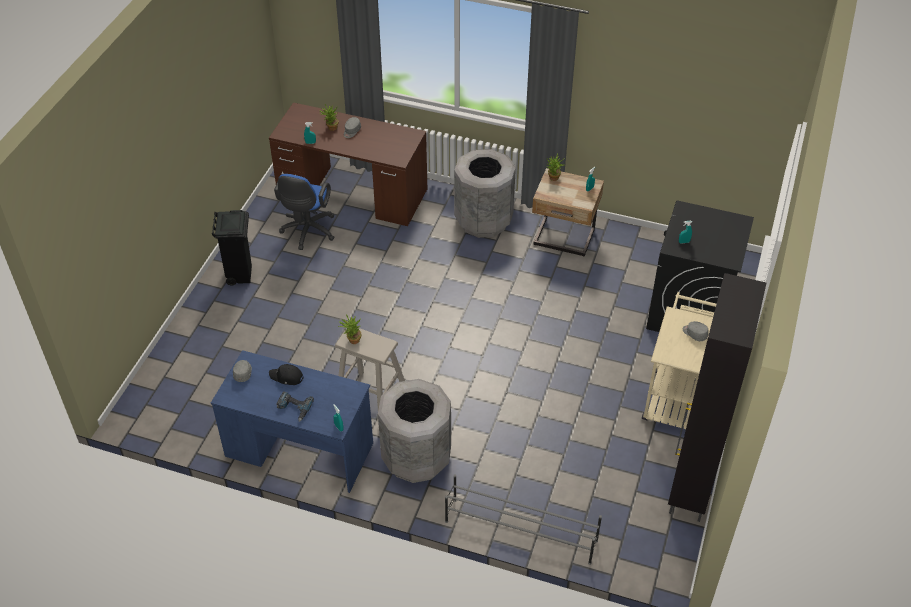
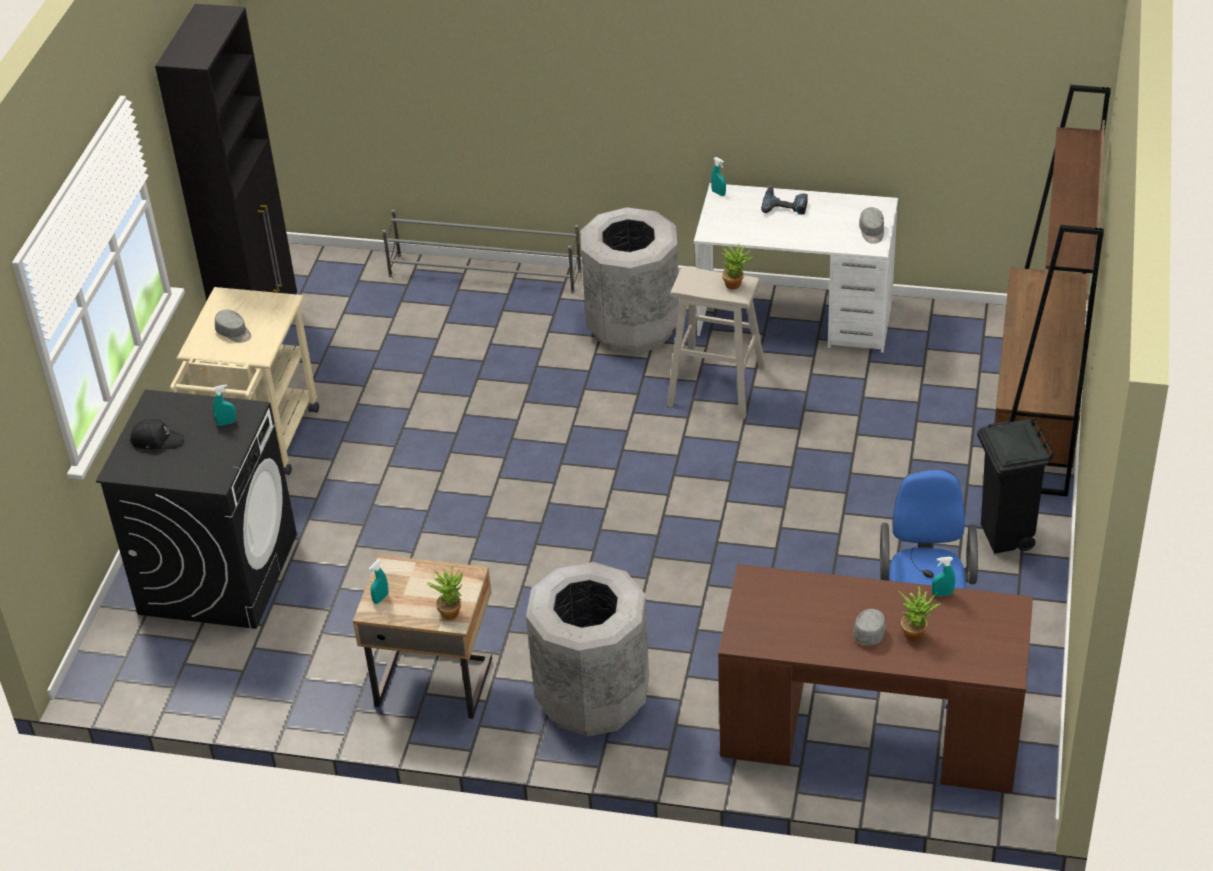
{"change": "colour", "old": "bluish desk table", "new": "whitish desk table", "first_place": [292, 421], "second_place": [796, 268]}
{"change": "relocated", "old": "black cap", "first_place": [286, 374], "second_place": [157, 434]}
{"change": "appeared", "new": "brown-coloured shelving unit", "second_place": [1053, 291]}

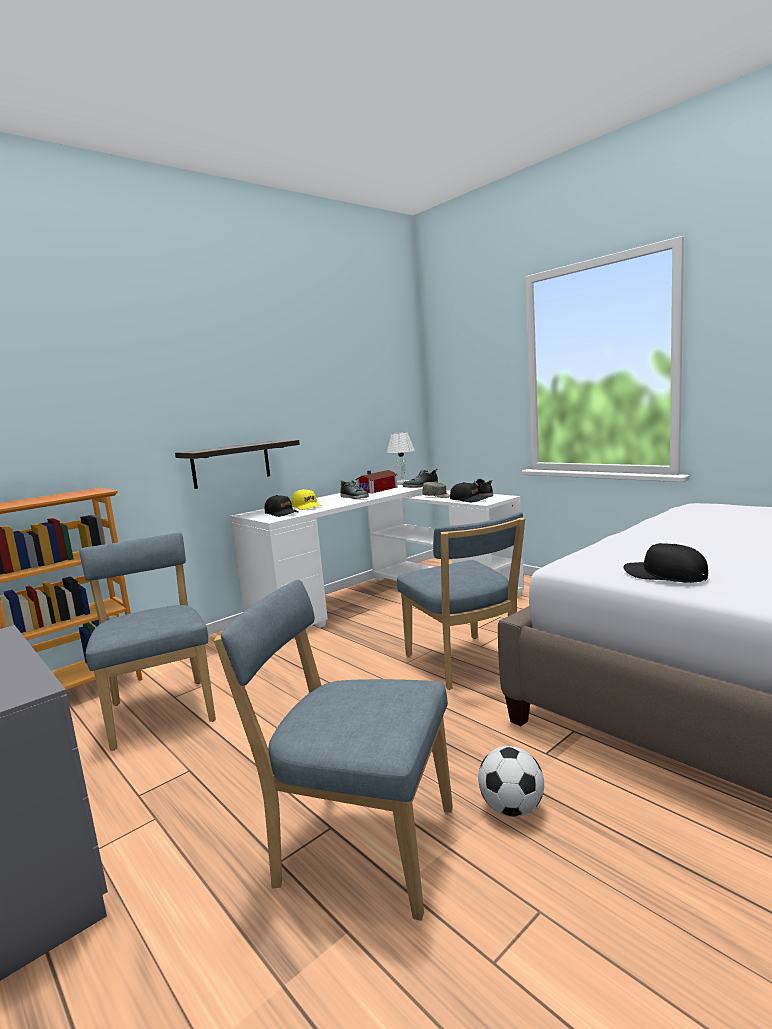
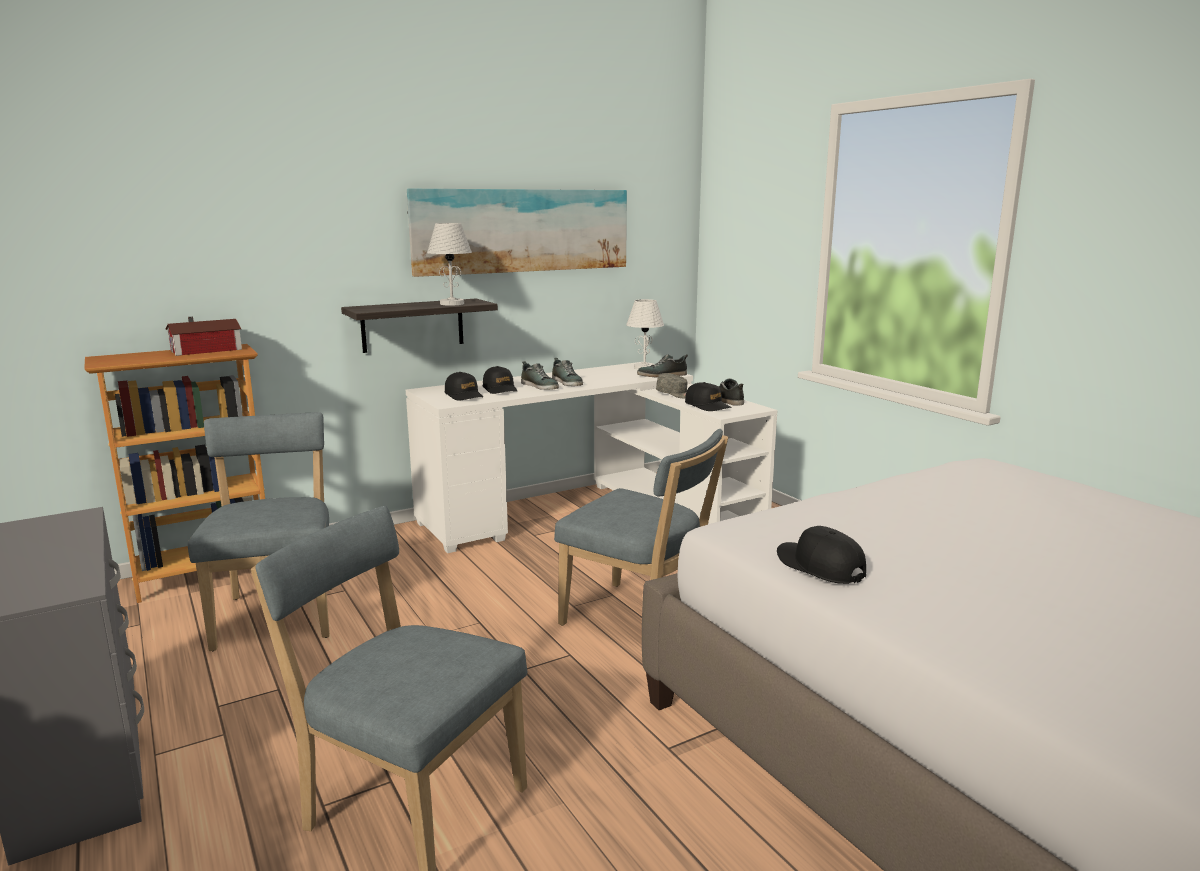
{"change": "colour", "old": "yellowish cap", "new": "black cap", "first_place": [306, 499], "second_place": [500, 380]}
{"change": "relocated", "old": "model house", "first_place": [376, 481], "second_place": [204, 336]}
{"change": "spun", "old": "bluish plain chair", "first_place": [461, 601], "second_place": [641, 527], "degrees": -45}
{"change": "missing", "old": "football", "first_place": [511, 781]}
{"change": "appeared", "new": "wall art", "second_place": [517, 233]}
{"change": "appeared", "new": "whitish lamp for a table", "second_place": [449, 264]}
{"change": "appeared", "new": "low shoe", "second_place": [540, 375]}

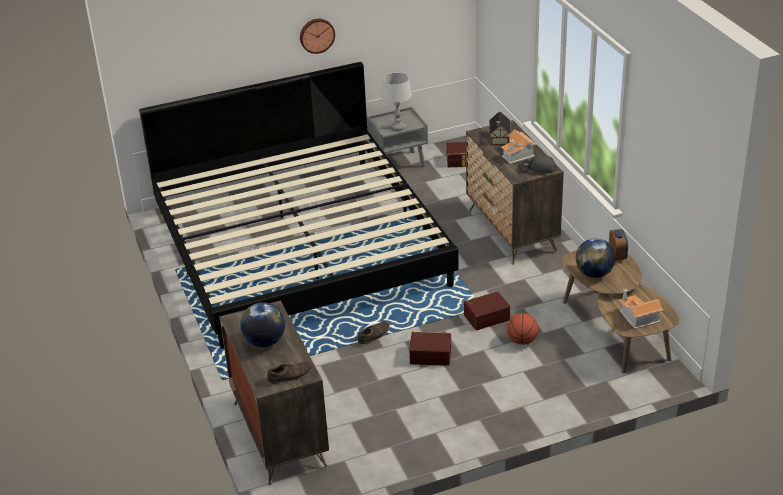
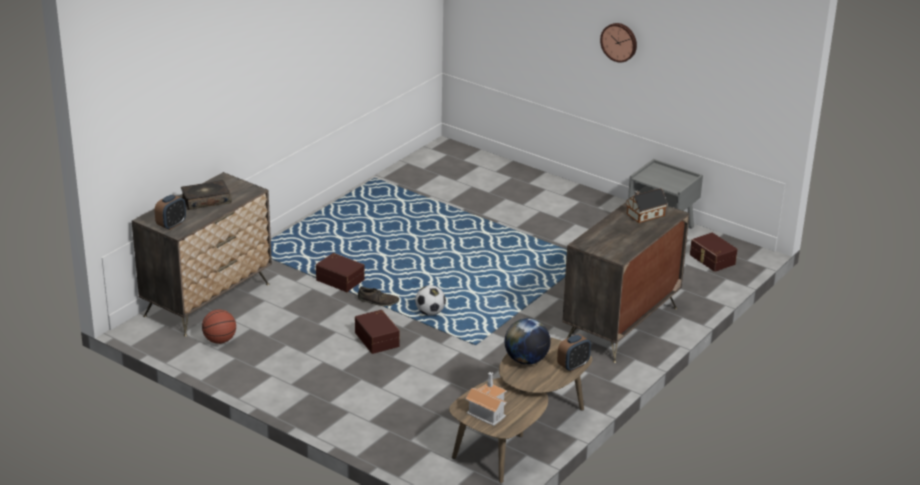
{"change": "missing", "old": "bed", "first_place": [299, 205]}
{"change": "exchanged", "old": "desk globe", "new": "book", "first_place": [262, 324], "second_place": [206, 195]}
{"change": "exchanged", "old": "brown-coloured low shoe", "new": "table clock", "first_place": [290, 372], "second_place": [170, 212]}
{"change": "missing", "old": "gray lamp for a table", "first_place": [396, 102]}
{"change": "relocated", "old": "brown-coloured storage box", "first_place": [487, 311], "second_place": [340, 272]}
{"change": "missing", "old": "model house", "first_place": [519, 147]}
{"change": "relocated", "old": "ball for basketball", "first_place": [523, 329], "second_place": [219, 327]}
{"change": "missing", "old": "gray cap", "first_place": [538, 163]}
{"change": "appeared", "new": "football", "second_place": [430, 300]}

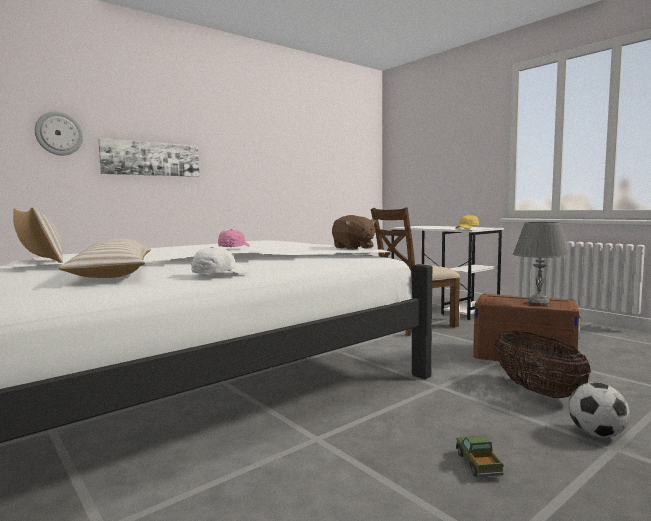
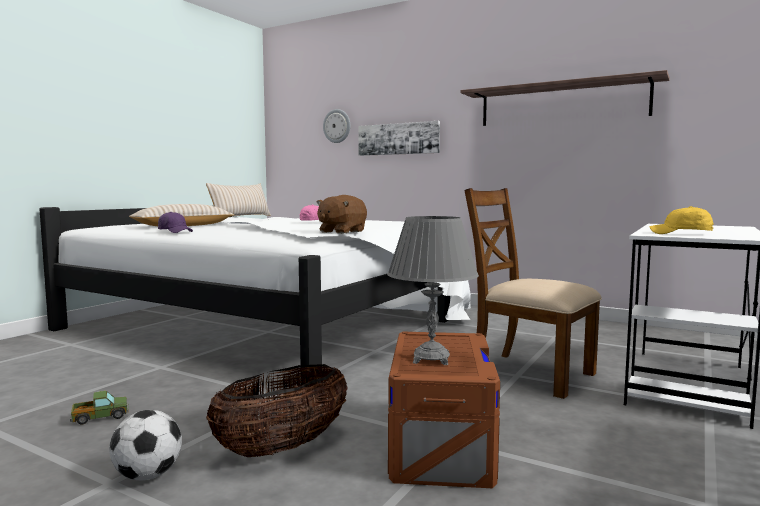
{"change": "colour", "old": "whitish cap", "new": "purple-coloured cap", "first_place": [220, 260], "second_place": [175, 222]}
{"change": "appeared", "new": "bracket shelf", "second_place": [565, 98]}

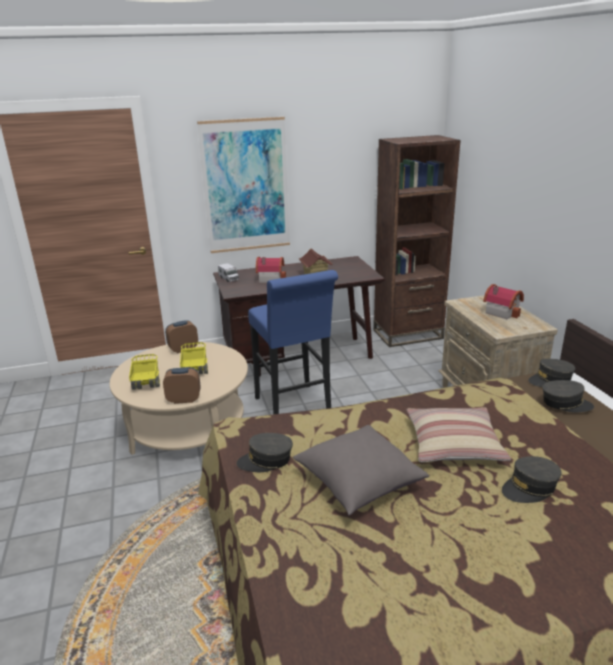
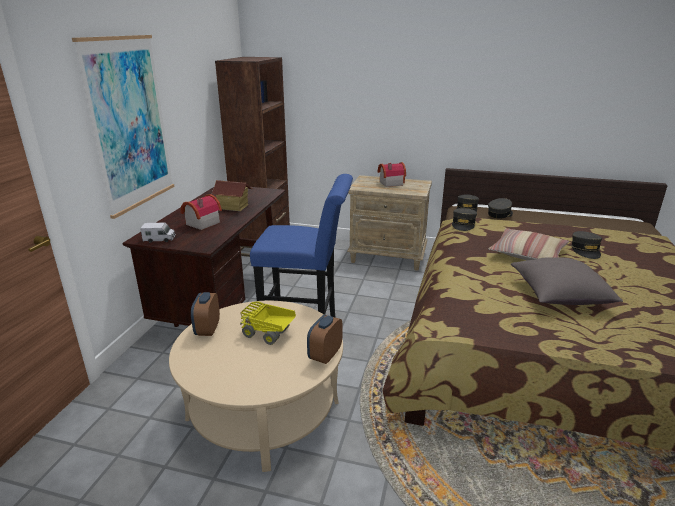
{"change": "missing", "old": "toy truck", "first_place": [144, 372]}
{"change": "relocated", "old": "gray cap", "first_place": [265, 452], "second_place": [464, 219]}

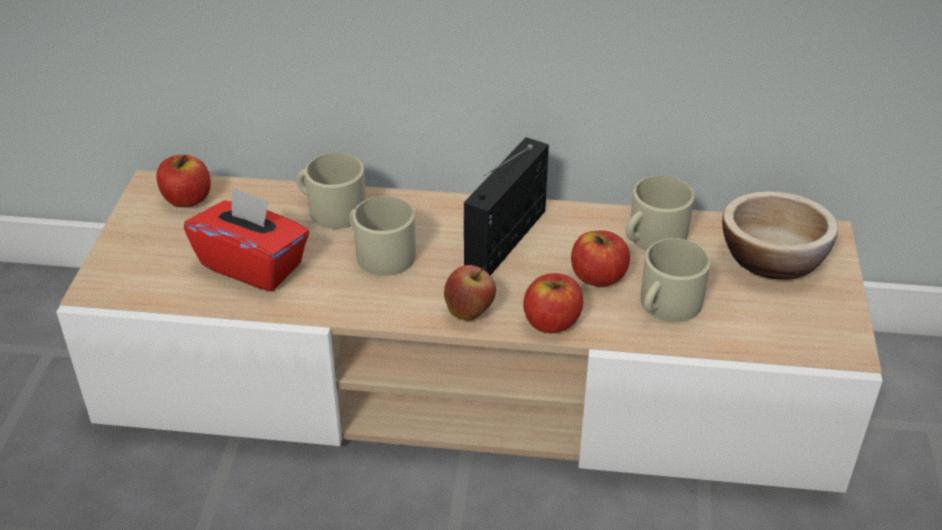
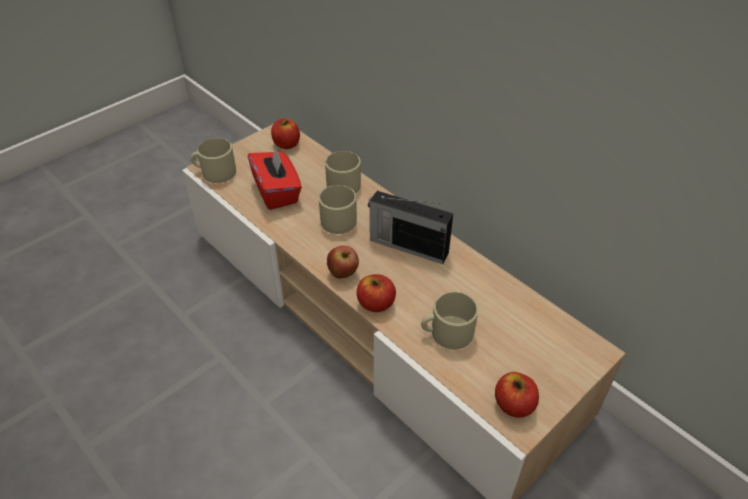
{"change": "spun", "old": "radio", "first_place": [506, 206], "second_place": [410, 227], "degrees": -135}
{"change": "relocated", "old": "apple", "first_place": [600, 258], "second_place": [517, 395]}
{"change": "relocated", "old": "beige-coloured tea mug", "first_place": [660, 213], "second_place": [213, 160]}
{"change": "missing", "old": "bowl", "first_place": [780, 235]}

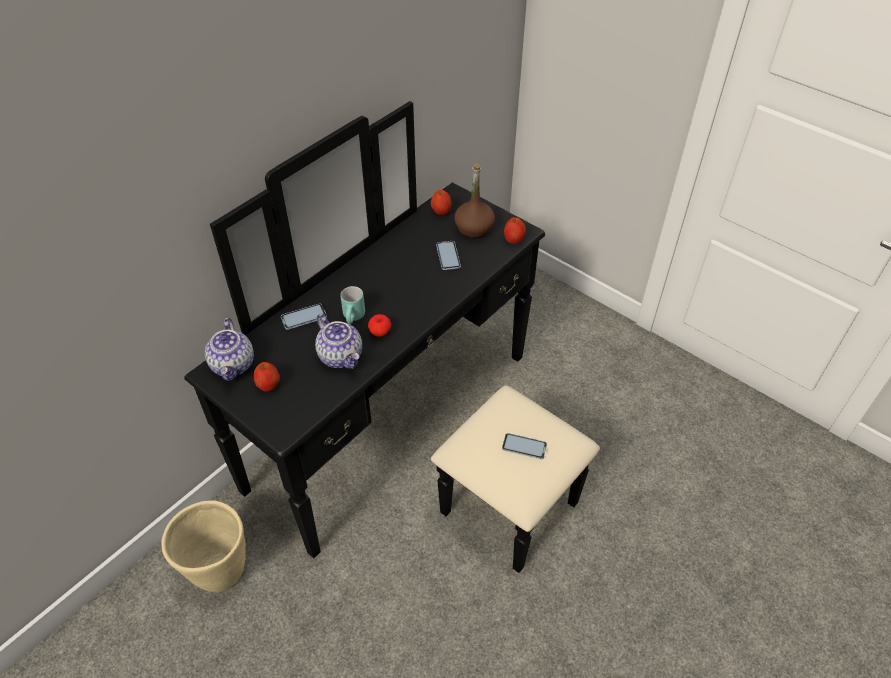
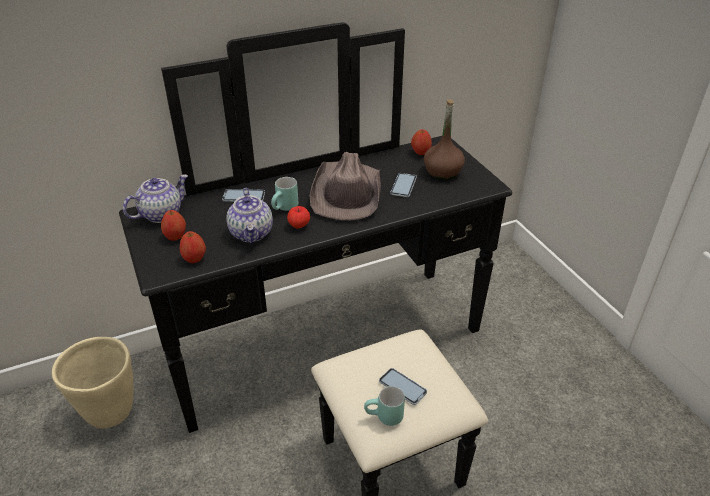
{"change": "spun", "old": "tea pot", "first_place": [229, 349], "second_place": [155, 199], "degrees": -150}
{"change": "relocated", "old": "apple", "first_place": [515, 230], "second_place": [193, 247]}
{"change": "appeared", "new": "brown-coloured wearable hat", "second_place": [345, 186]}
{"change": "appeared", "new": "turquoise tea mug", "second_place": [384, 406]}

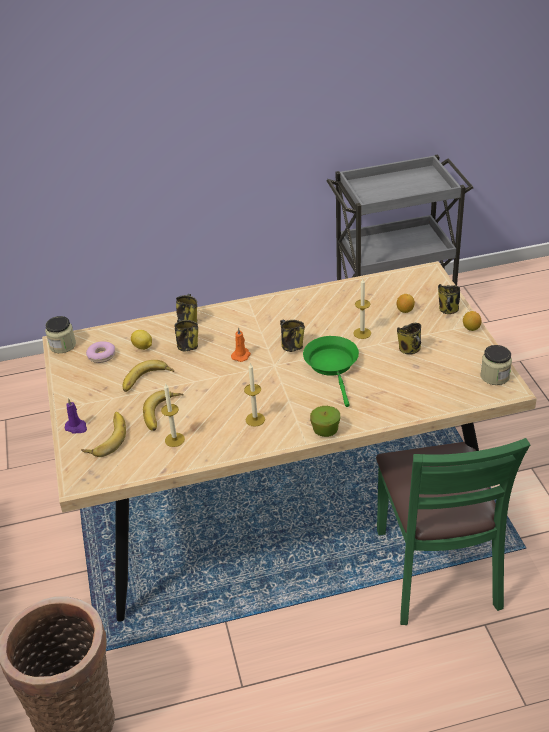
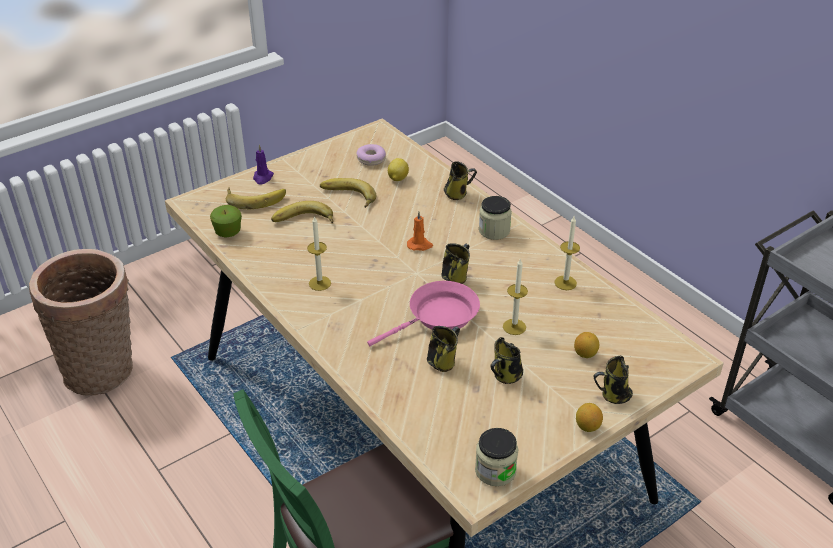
{"change": "relocated", "old": "preserve jar", "first_place": [60, 334], "second_place": [495, 218]}
{"change": "relocated", "old": "wax light", "first_place": [173, 415], "second_place": [567, 253]}
{"change": "relocated", "old": "tea mug", "first_place": [186, 335], "second_place": [443, 349]}
{"change": "colour", "old": "green pan", "new": "pinkish pan", "first_place": [331, 371], "second_place": [423, 313]}
{"change": "relocated", "old": "apple", "first_place": [325, 421], "second_place": [226, 221]}

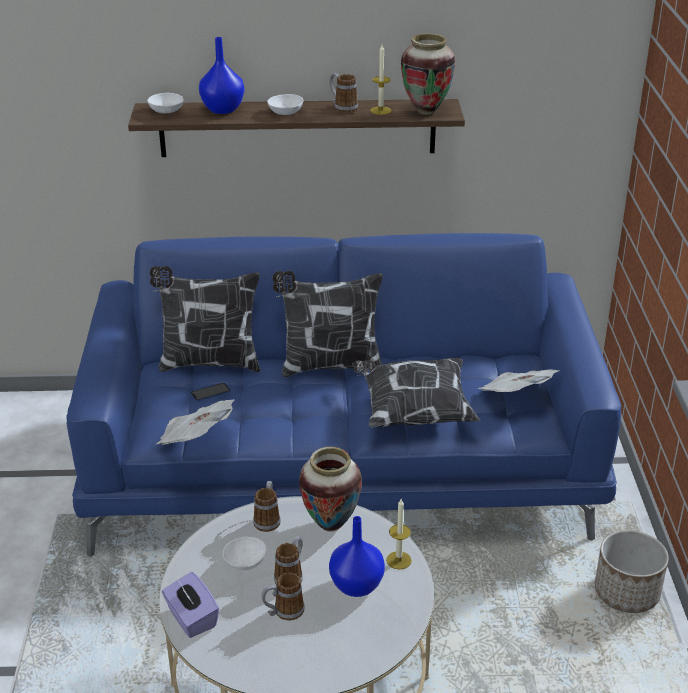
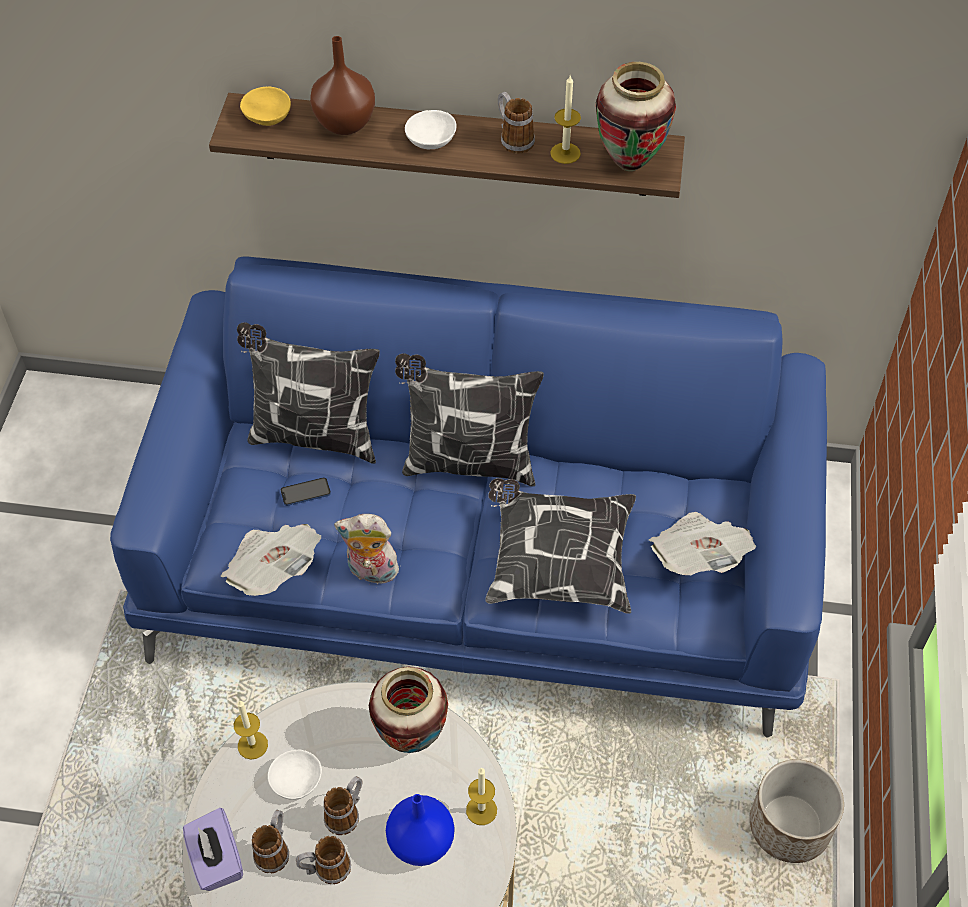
{"change": "colour", "old": "whitish bowl", "new": "yellowish bowl", "first_place": [165, 103], "second_place": [265, 106]}
{"change": "colour", "old": "bluish flower vase", "new": "brown-coloured flower vase", "first_place": [221, 75], "second_place": [342, 85]}
{"change": "relocated", "old": "tea mug", "first_place": [267, 506], "second_place": [270, 841]}
{"change": "appeared", "new": "wax light", "second_place": [251, 730]}
{"change": "appeared", "new": "plush toy", "second_place": [367, 549]}

